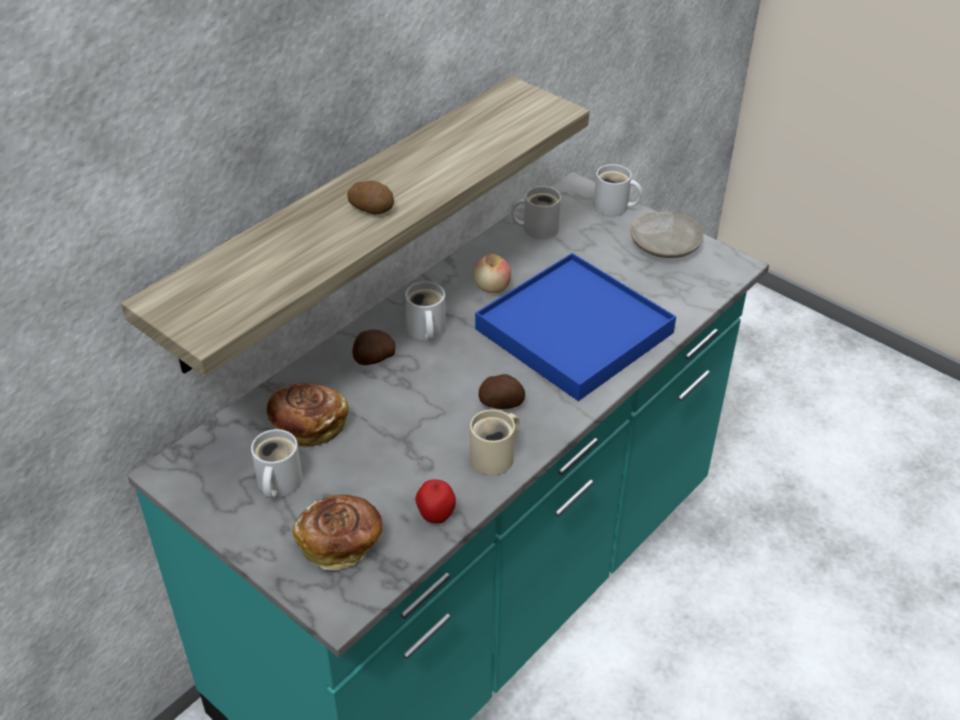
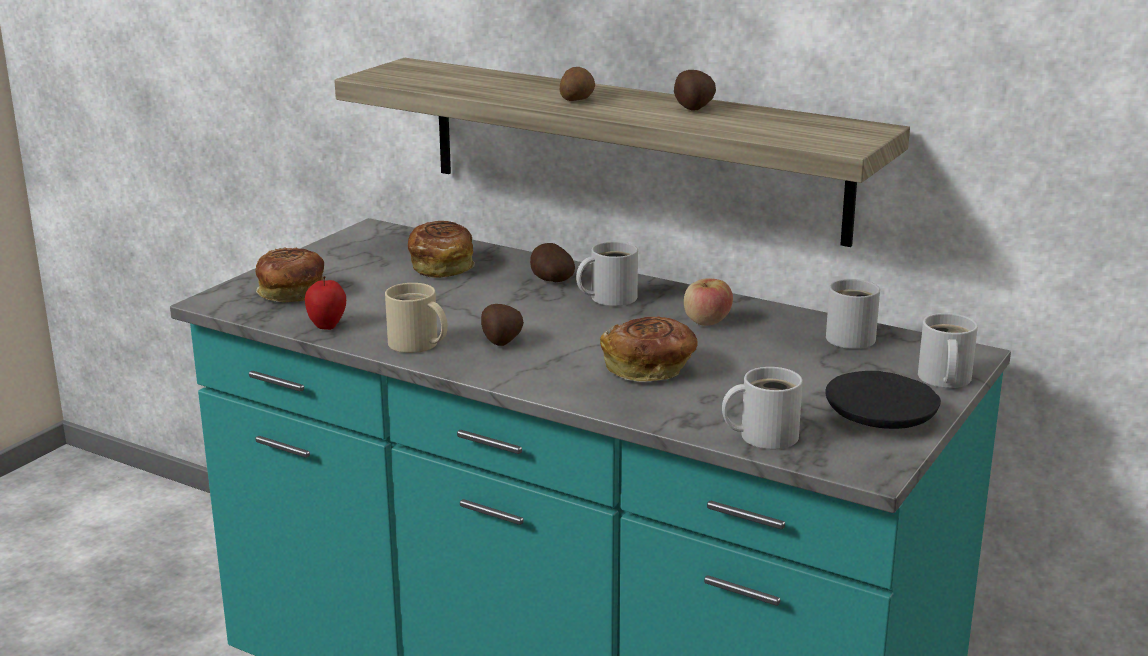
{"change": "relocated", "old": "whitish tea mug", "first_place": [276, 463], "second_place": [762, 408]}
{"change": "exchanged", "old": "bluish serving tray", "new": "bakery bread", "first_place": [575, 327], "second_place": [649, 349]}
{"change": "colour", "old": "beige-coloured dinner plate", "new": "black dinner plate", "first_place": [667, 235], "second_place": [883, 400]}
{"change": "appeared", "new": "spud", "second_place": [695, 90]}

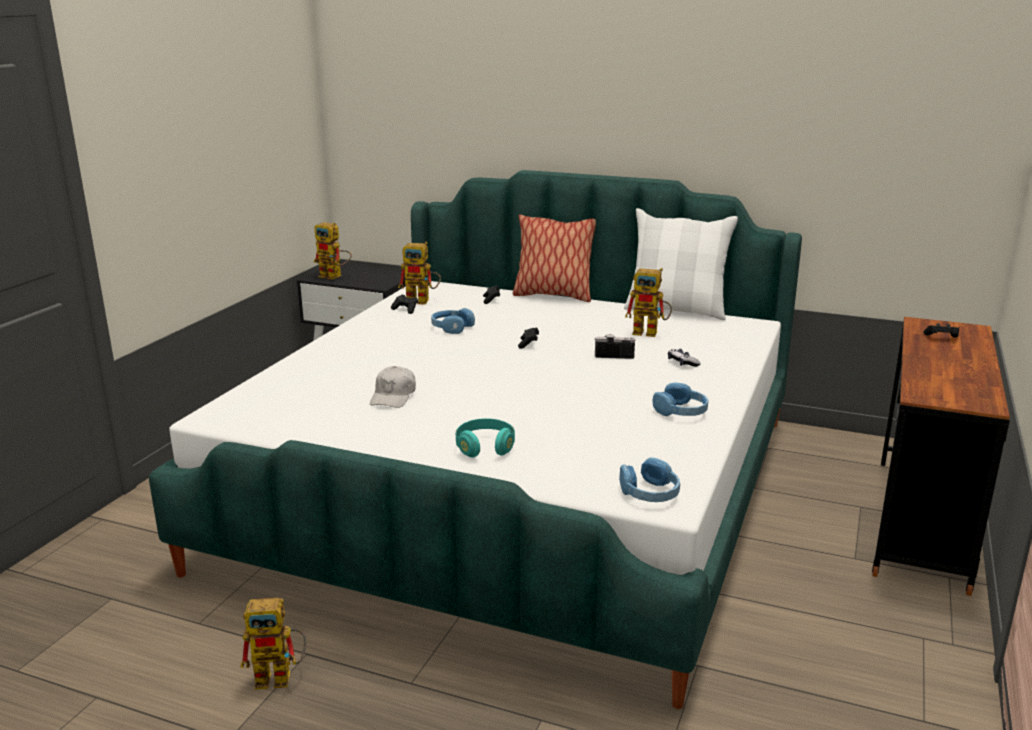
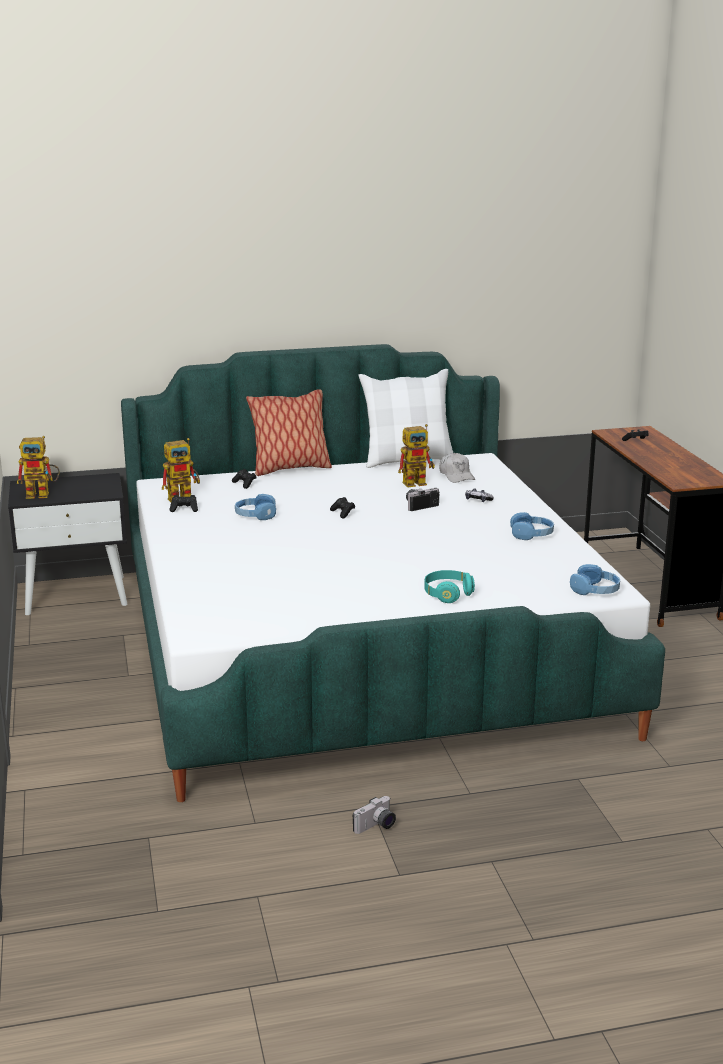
{"change": "exchanged", "old": "robot figure", "new": "photo camera", "first_place": [273, 644], "second_place": [374, 815]}
{"change": "relocated", "old": "whitish cap", "first_place": [393, 387], "second_place": [457, 468]}

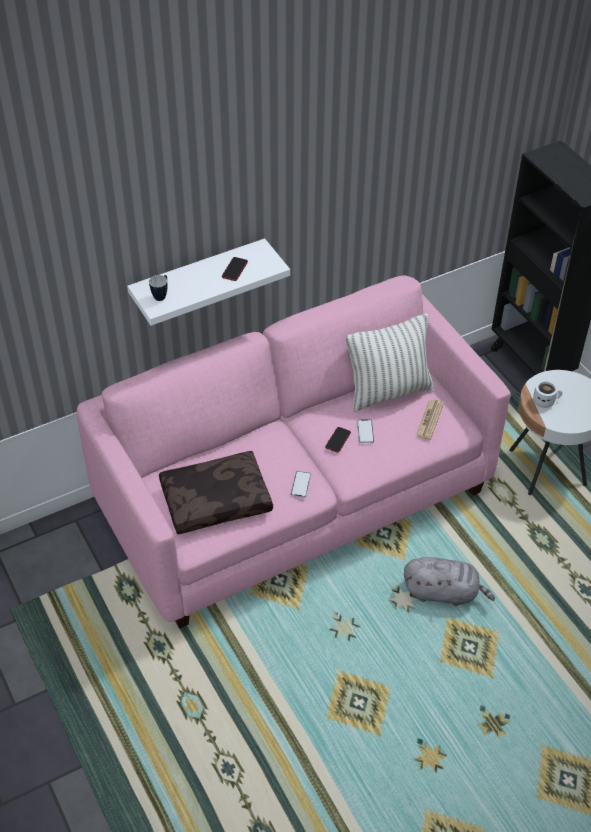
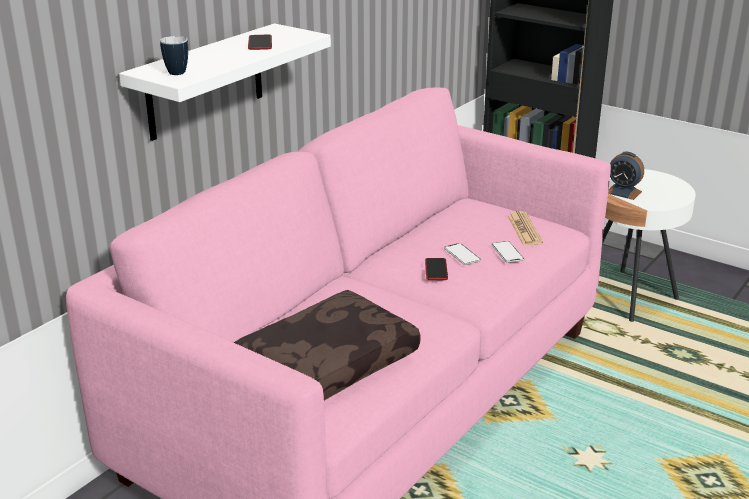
{"change": "relocated", "old": "phone", "first_place": [301, 484], "second_place": [507, 252]}
{"change": "missing", "old": "cushion", "first_place": [390, 362]}
{"change": "missing", "old": "gray plush toy", "first_place": [449, 581]}
{"change": "exchanged", "old": "whitish tea mug", "new": "table clock", "first_place": [547, 394], "second_place": [626, 176]}

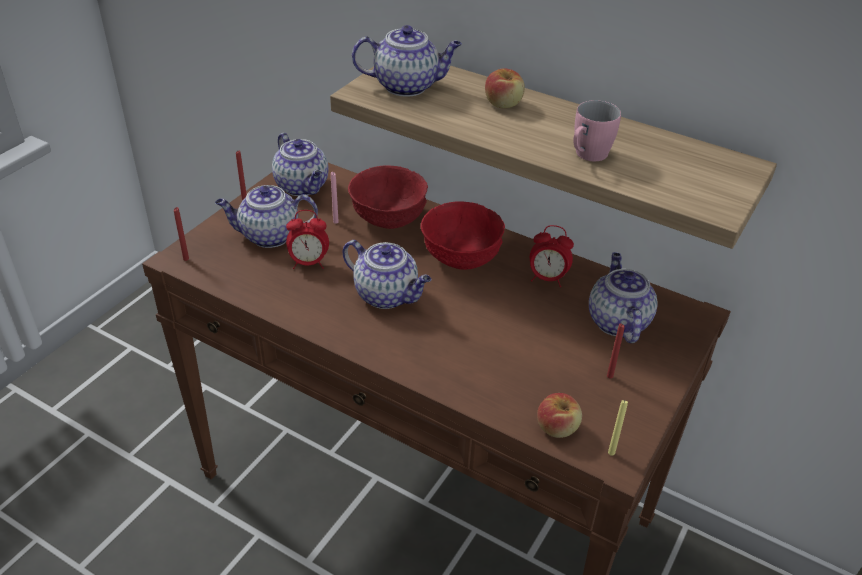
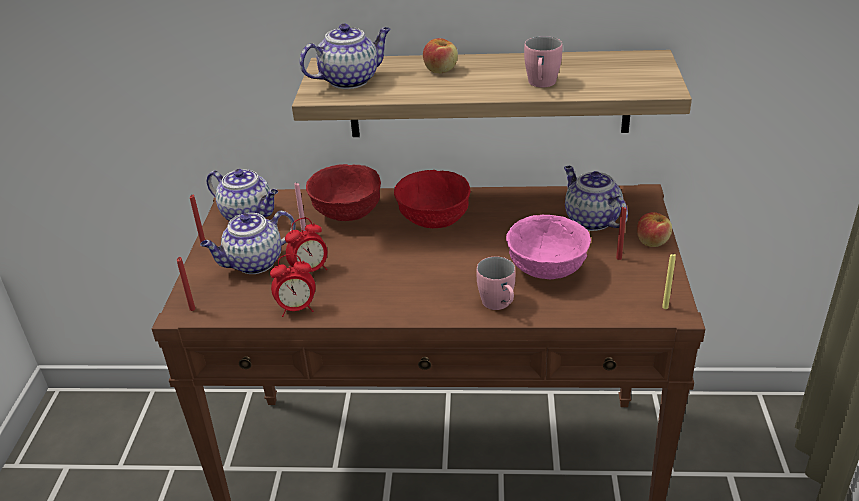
{"change": "missing", "old": "tea pot", "first_place": [387, 274]}
{"change": "relocated", "old": "table clock", "first_place": [552, 256], "second_place": [293, 285]}
{"change": "relocated", "old": "apple", "first_place": [559, 415], "second_place": [654, 229]}
{"change": "appeared", "new": "pinkish tea mug", "second_place": [496, 283]}
{"change": "appeared", "new": "pinkish bowl", "second_place": [548, 247]}

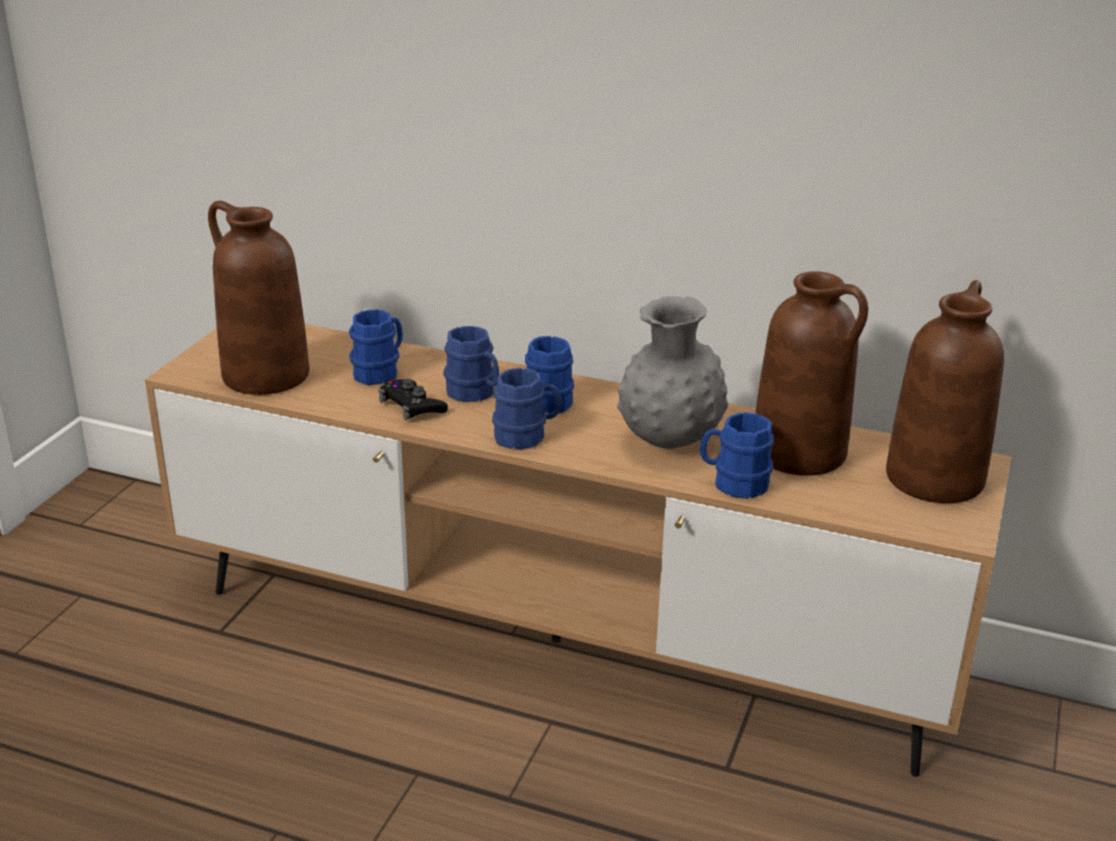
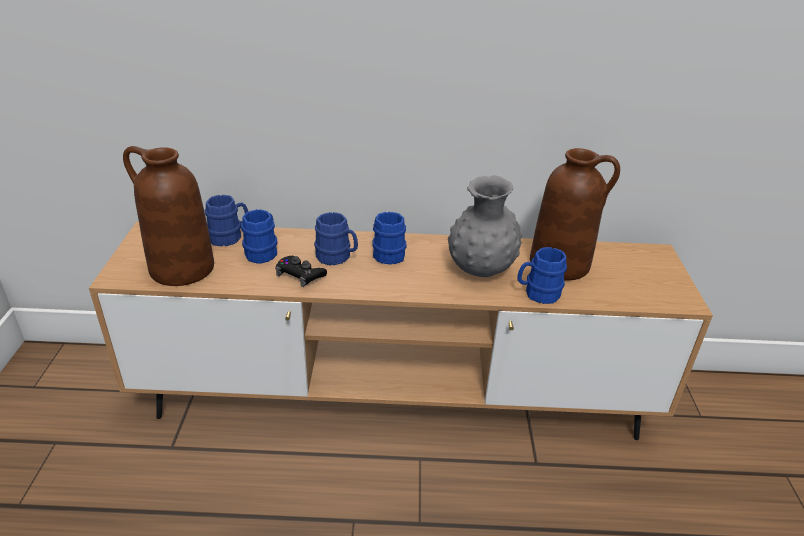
{"change": "relocated", "old": "bluish tea mug", "first_place": [527, 409], "second_place": [226, 221]}
{"change": "missing", "old": "brown-coloured flower vase", "first_place": [945, 391]}

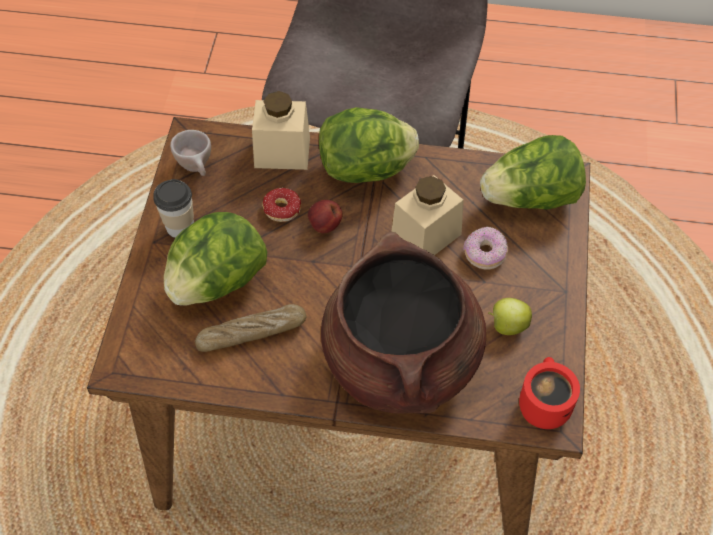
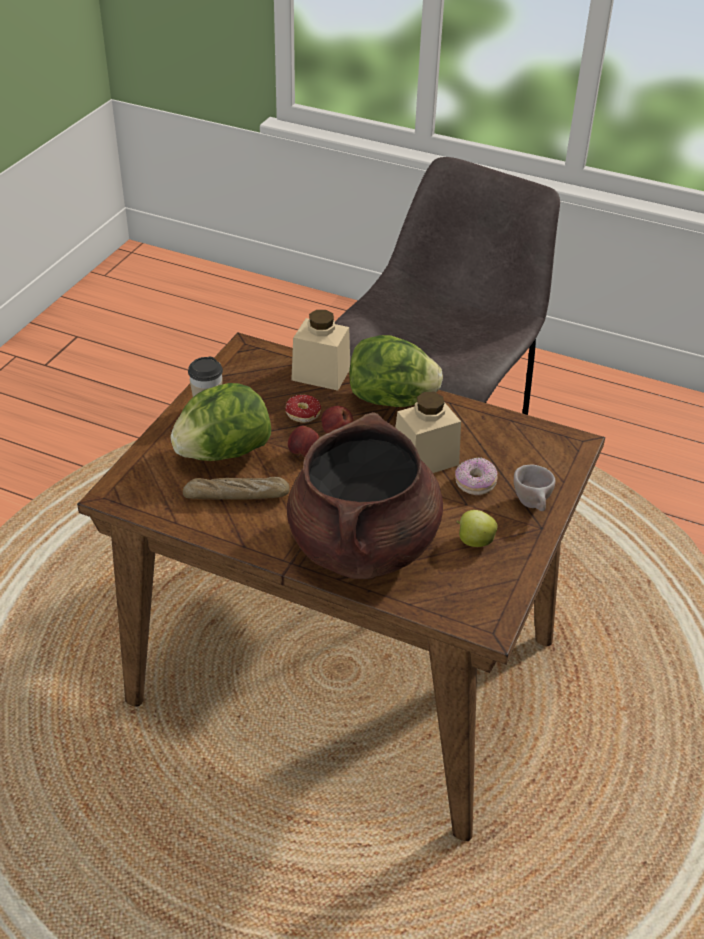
{"change": "relocated", "old": "beige-coloured cup", "first_place": [190, 153], "second_place": [535, 488]}
{"change": "missing", "old": "lettuce", "first_place": [533, 172]}
{"change": "missing", "old": "reddish tea mug", "first_place": [549, 393]}
{"change": "appeared", "new": "apple", "second_place": [303, 441]}

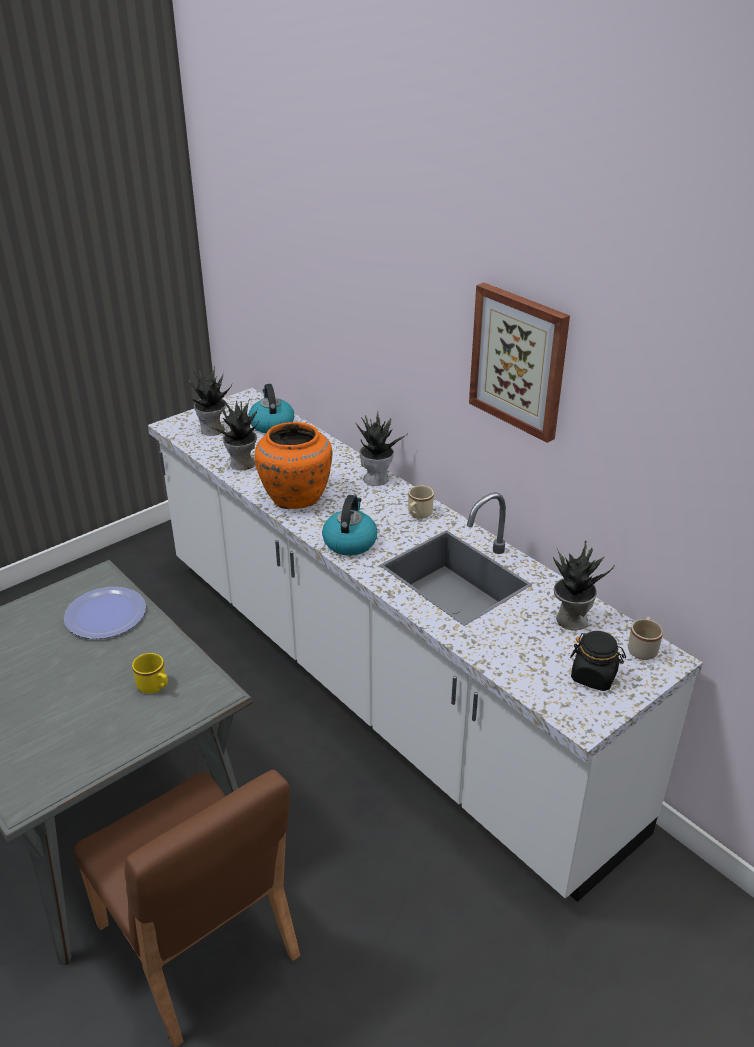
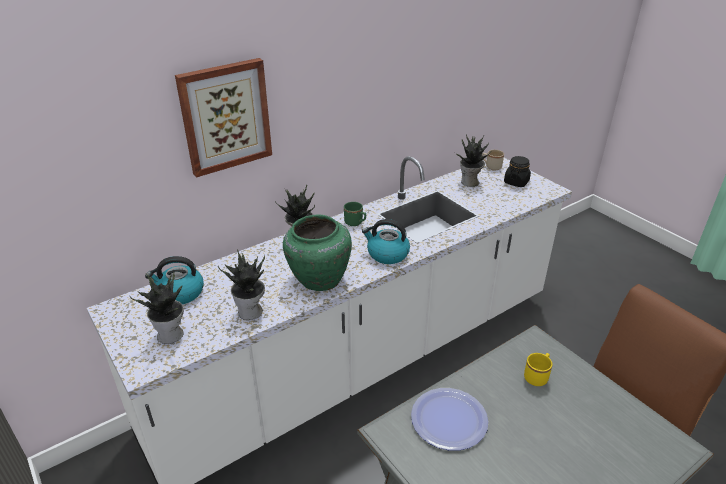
{"change": "colour", "old": "orange-coloured flower vase", "new": "green flower vase", "first_place": [294, 465], "second_place": [317, 252]}
{"change": "colour", "old": "beige-coloured tea mug", "new": "green tea mug", "first_place": [421, 502], "second_place": [355, 214]}
{"change": "relocated", "old": "wall art", "first_place": [519, 363], "second_place": [223, 117]}

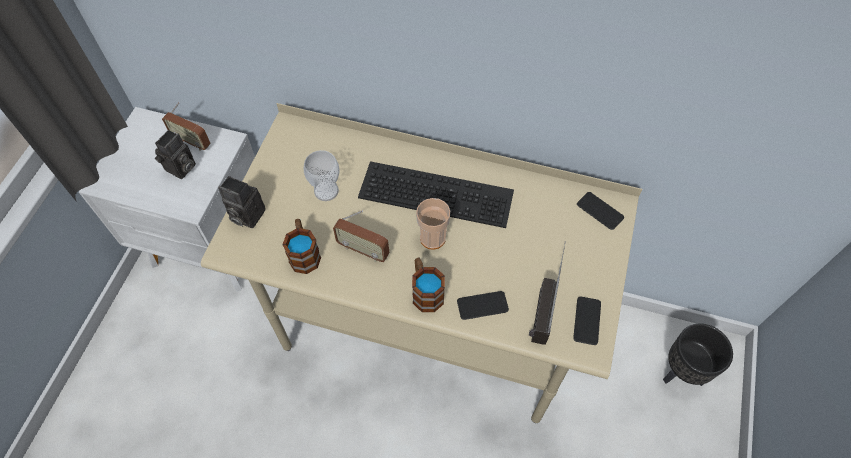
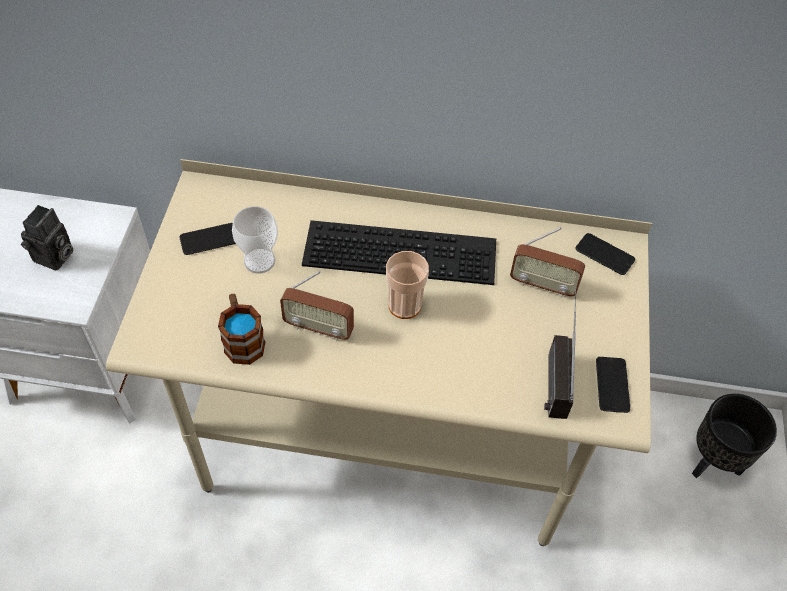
{"change": "relocated", "old": "radio", "first_place": [186, 126], "second_place": [547, 262]}
{"change": "missing", "old": "photo camera", "first_place": [241, 202]}
{"change": "missing", "old": "tea mug", "first_place": [428, 284]}
{"change": "relocated", "old": "phone", "first_place": [483, 305], "second_place": [207, 239]}

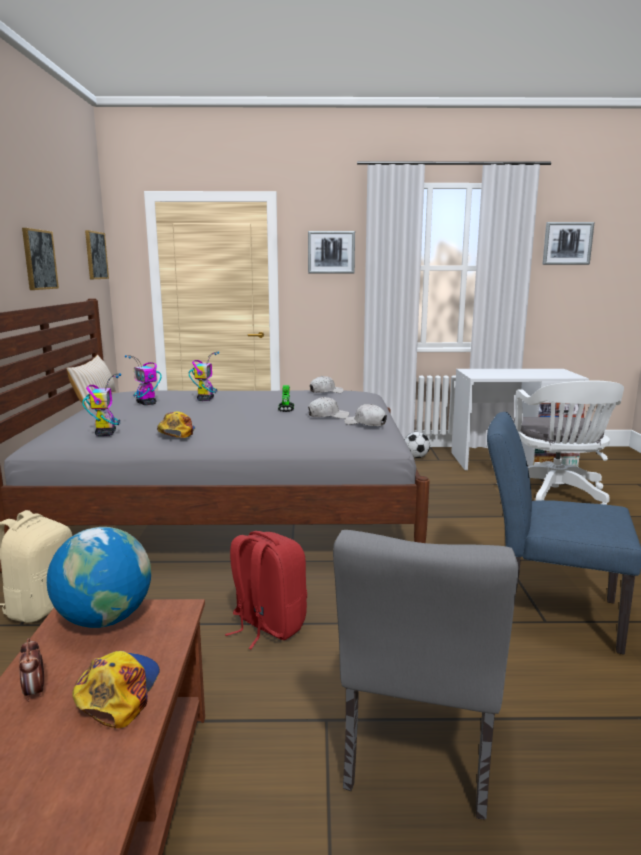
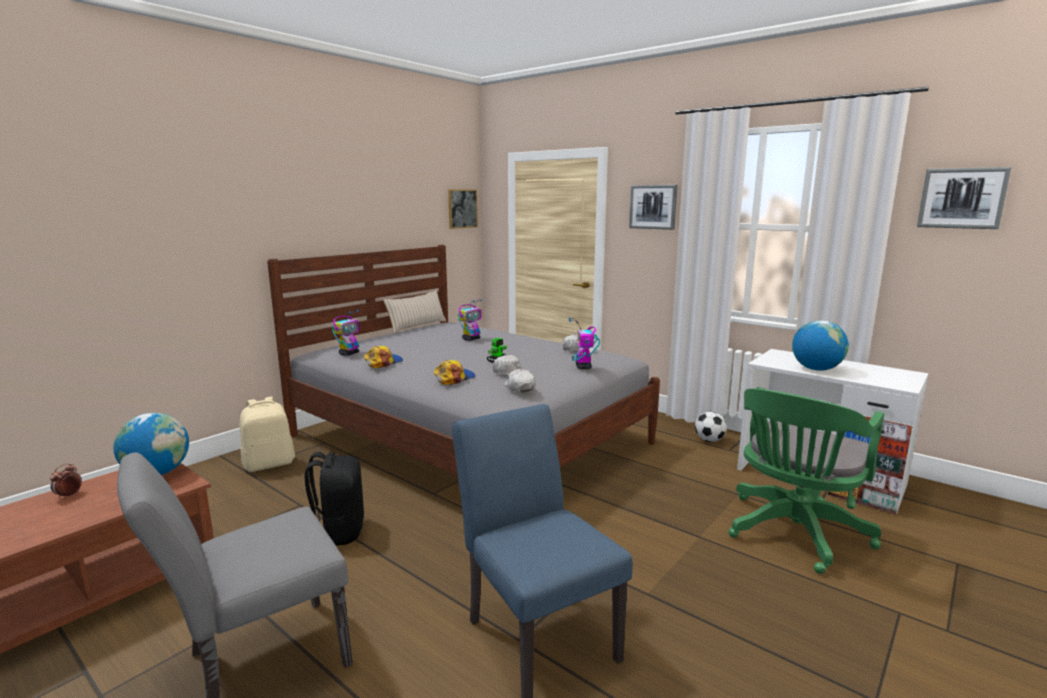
{"change": "missing", "old": "wall art", "first_place": [40, 259]}
{"change": "relocated", "old": "cap", "first_place": [116, 689], "second_place": [455, 372]}
{"change": "relocated", "old": "robot figure", "first_place": [143, 380], "second_place": [584, 343]}
{"change": "colour", "old": "reddish rucksack", "new": "black rucksack", "first_place": [266, 590], "second_place": [334, 499]}
{"change": "colour", "old": "whitish office chair", "new": "green office chair", "first_place": [560, 442], "second_place": [806, 480]}
{"change": "appeared", "new": "desk globe", "second_place": [820, 345]}

